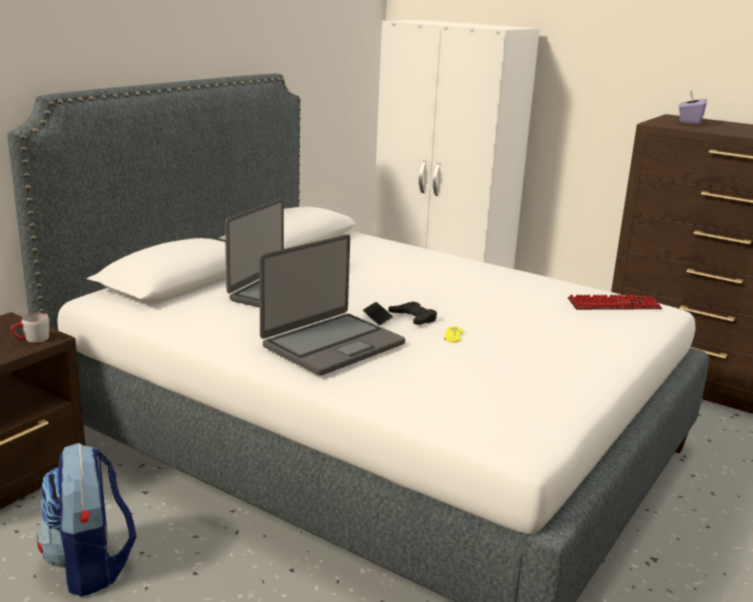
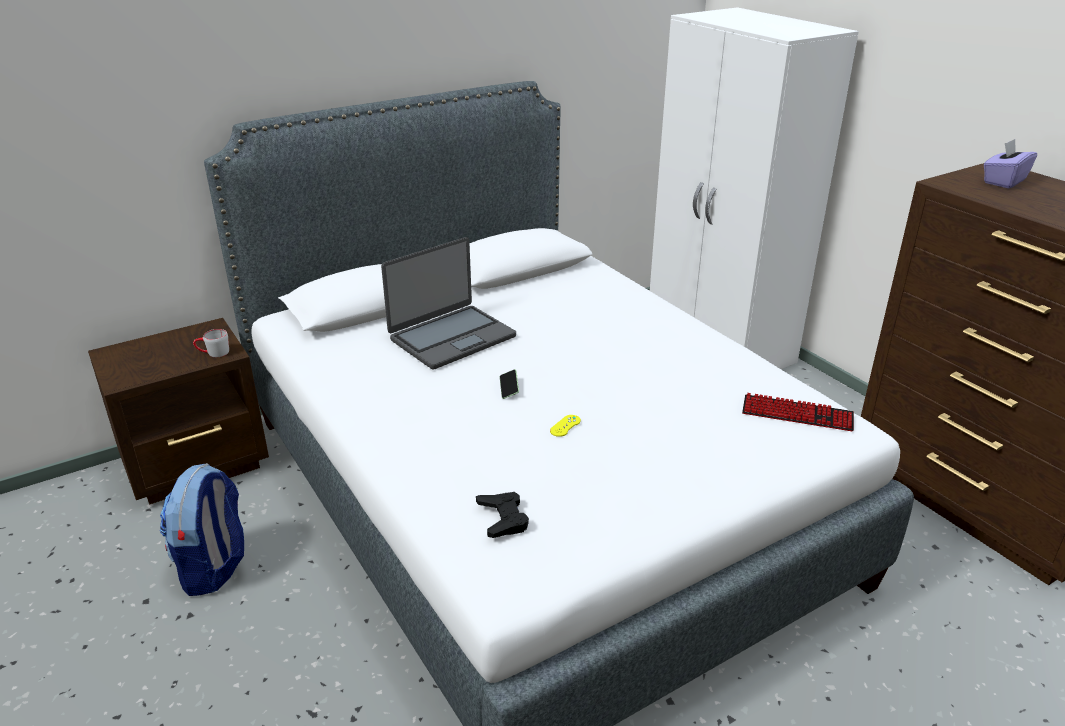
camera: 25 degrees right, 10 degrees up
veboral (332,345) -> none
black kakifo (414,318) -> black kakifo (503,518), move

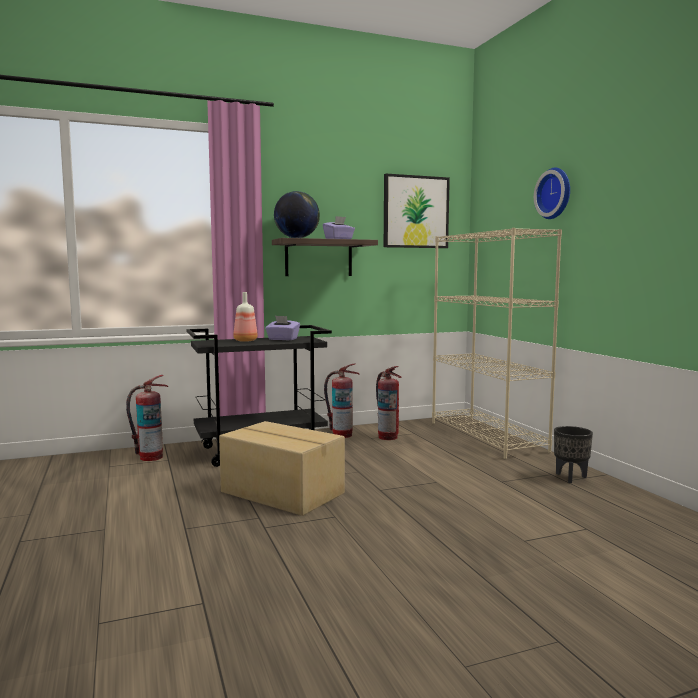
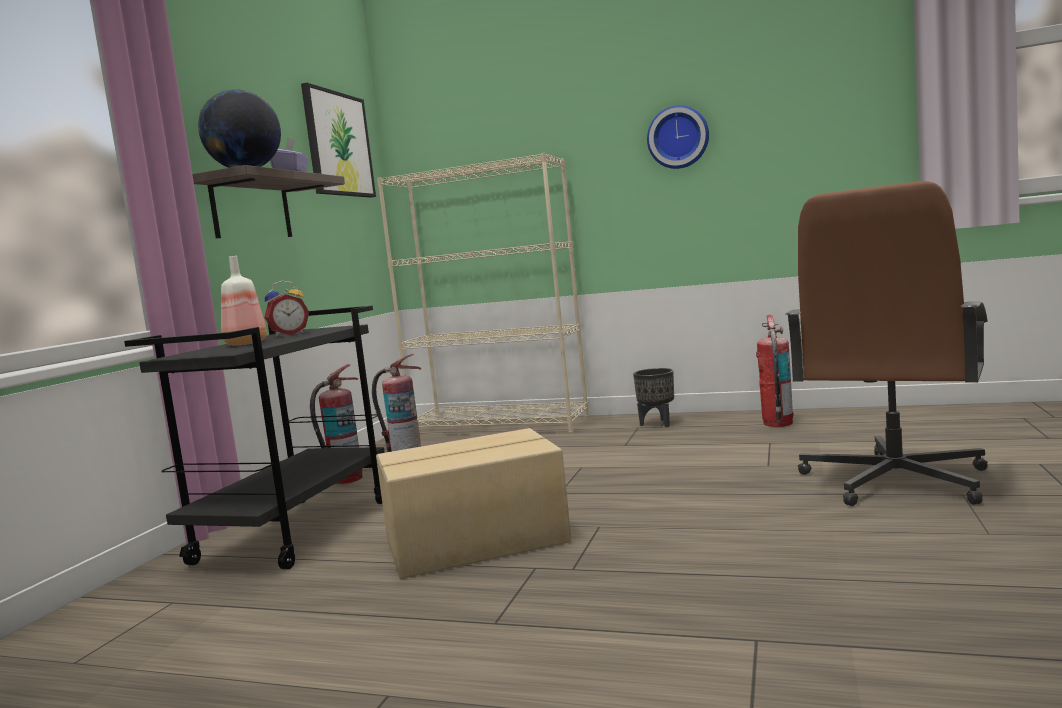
camera: 50 degrees left, 0 degrees up
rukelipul (555,193) -> rukelipul (678,137), move
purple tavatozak (282,339) -> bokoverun (288,334)
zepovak (150,457) -> zepovak (777,423), move
none -> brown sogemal (893,481)

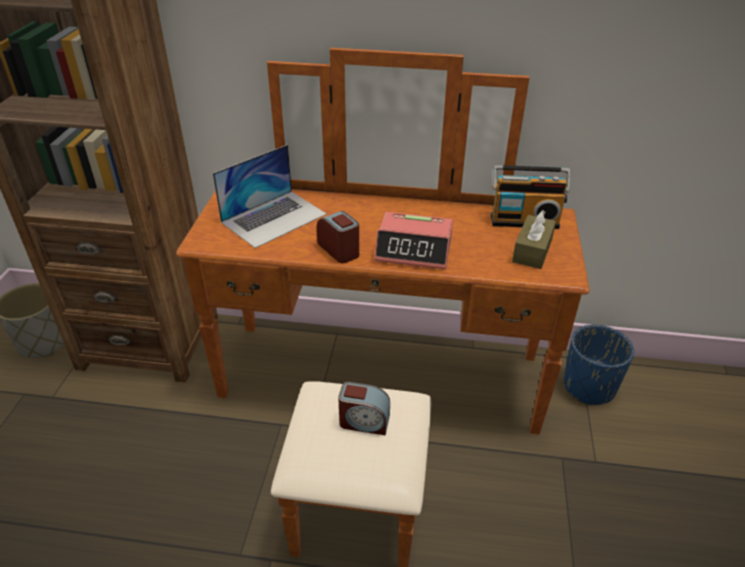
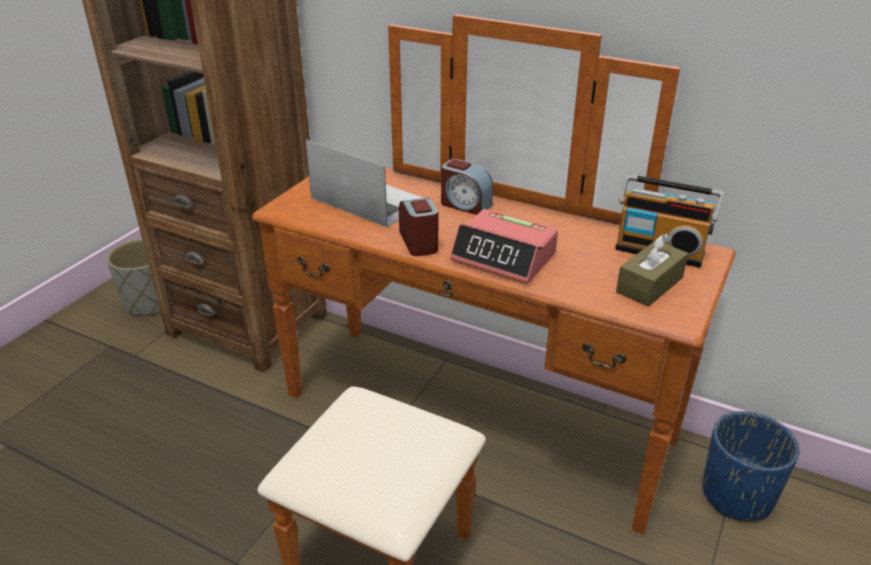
camera: 20 degrees right, 5 degrees down
veboral (274,218) -> veboral (369,199), 120 degrees counterclockwise
bokoverun (364,421) -> bokoverun (465,205), move

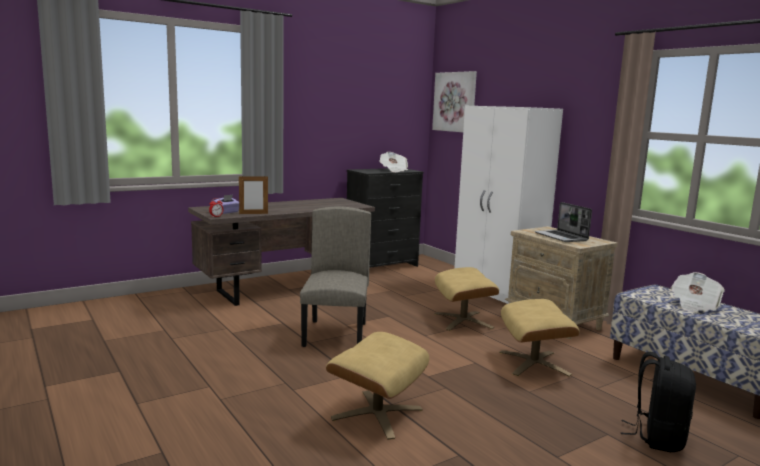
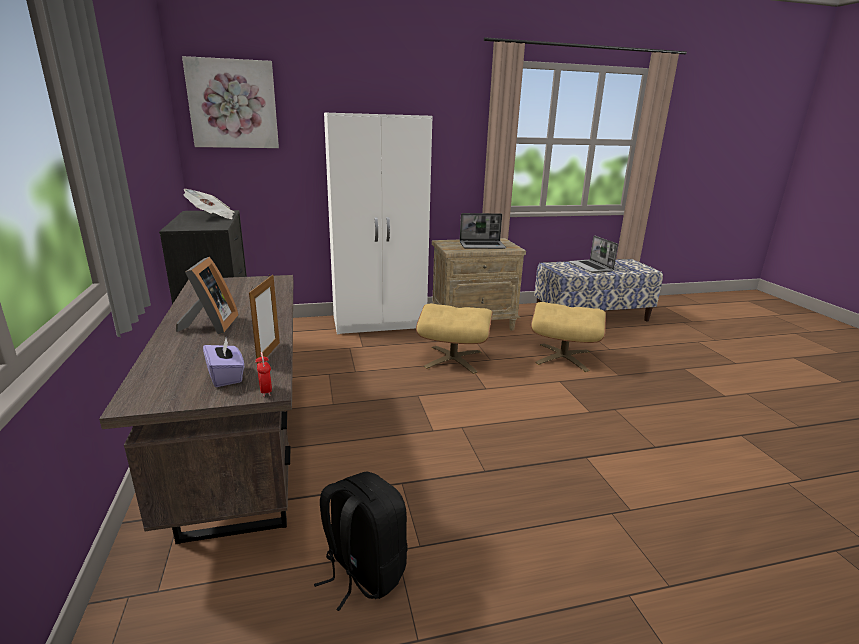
camera: 70 degrees left, 10 degrees up
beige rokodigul (336,334) -> none
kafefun (694,305) -> veboral (591,267)
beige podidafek (377,413) -> none
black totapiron (657,437) -> black totapiron (363,572), move
none -> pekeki (211,325)

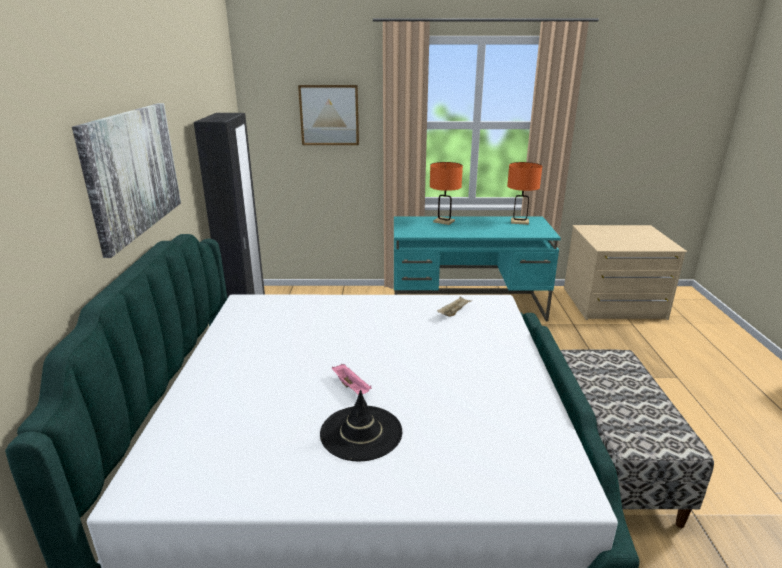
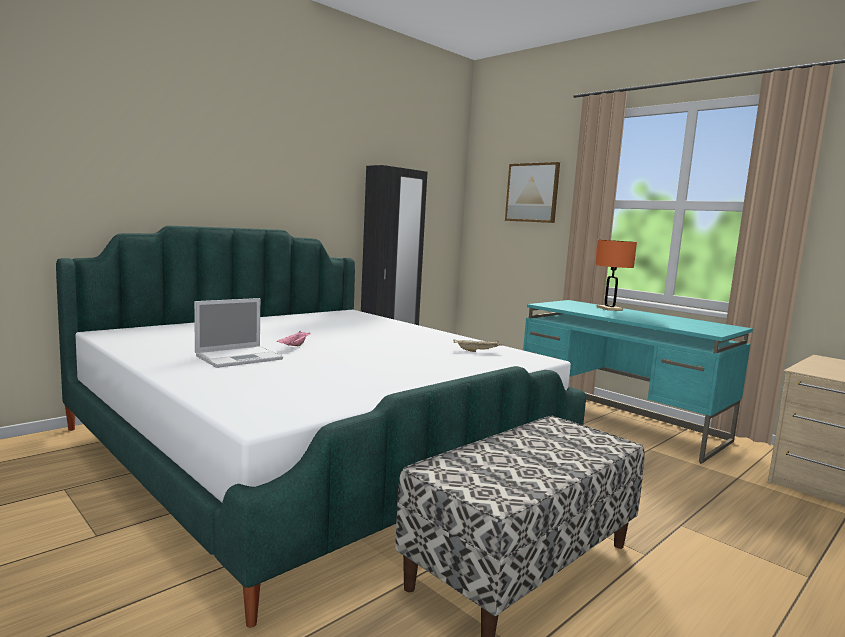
camera: 45 degrees right, 15 degrees down
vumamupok (133,172) -> none
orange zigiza (519,222) -> none
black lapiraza (361,433) -> veboral (240,357)

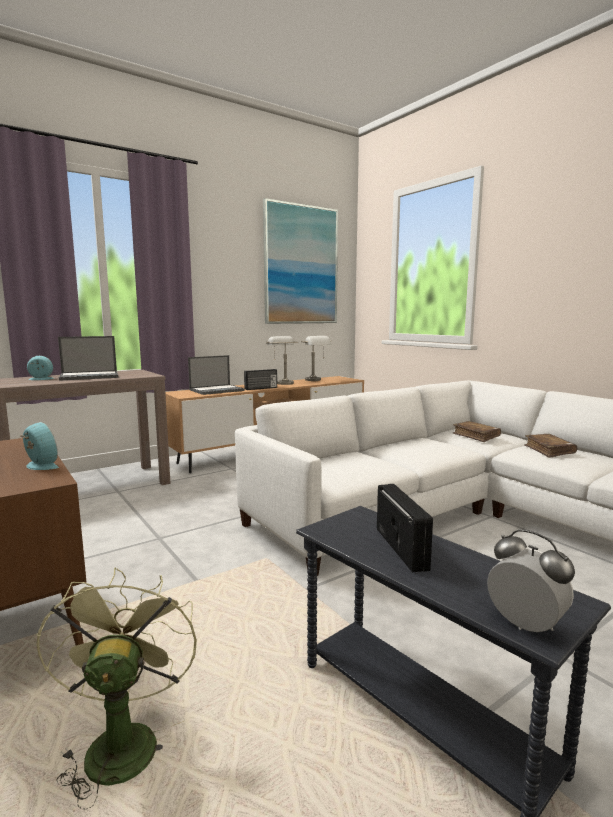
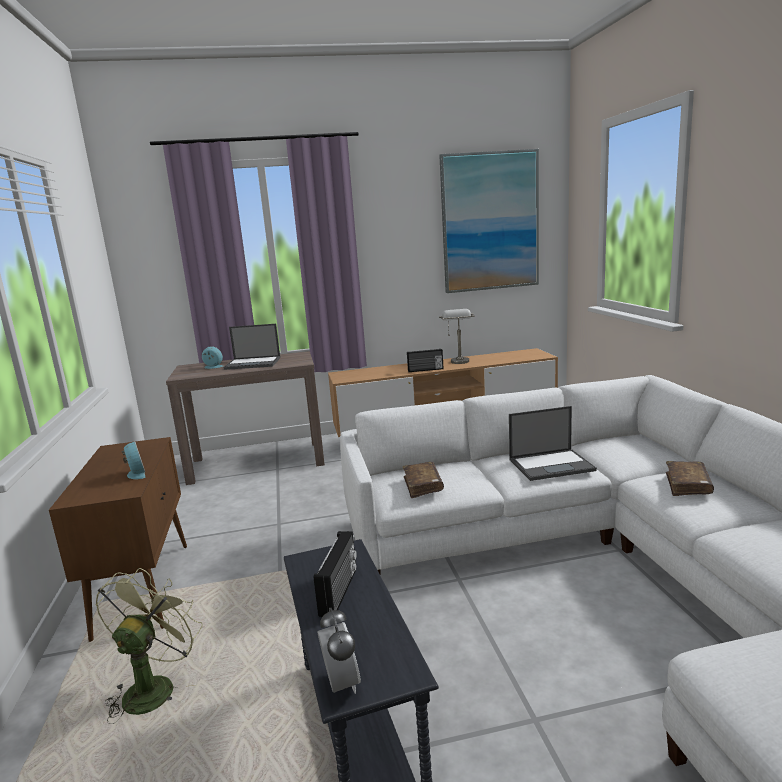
camera: 25 degrees right, 5 degrees up
grey zigiza (316,380) -> none
veboral (217,390) -> veboral (552,465), move
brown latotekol (476,436) -> brown latotekol (423,485), move

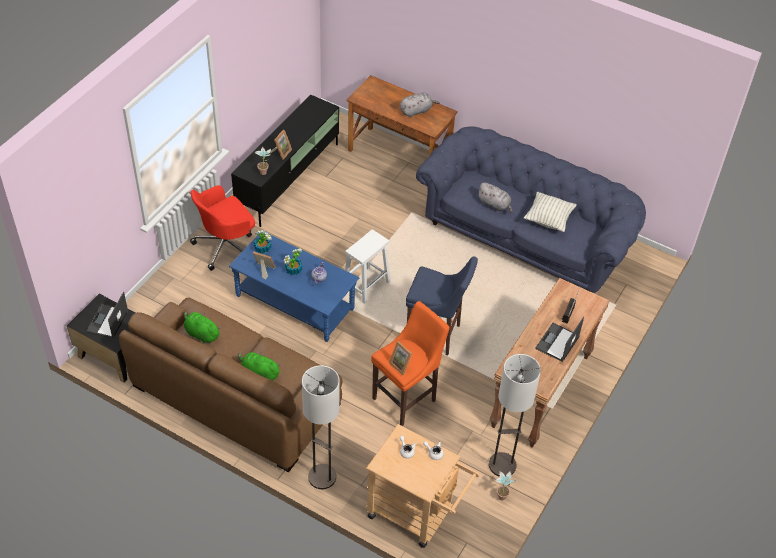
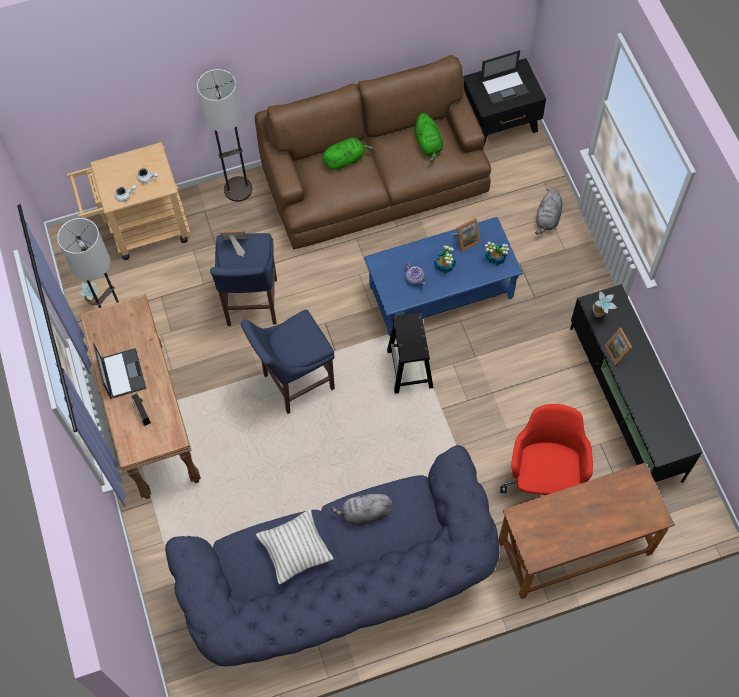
camera: 135 degrees right, 15 degrees up
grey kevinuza (417,111) -> grey kevinuza (547,218), move
red sogemal (226,246) -> red sogemal (544,479), move
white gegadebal (366,284) -> black gegadebal (410,369)
veboral (107,322) -> veboral (505,87), 105 degrees clockwise
orange gegadebal (406,398) -> blue gegadebal (251,305)
green kevinuza (201,334) -> green kevinuza (428,144), 90 degrees clockwise

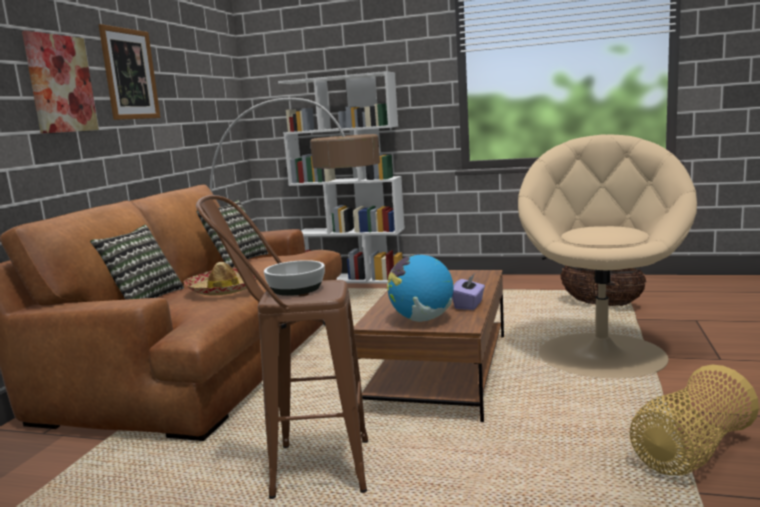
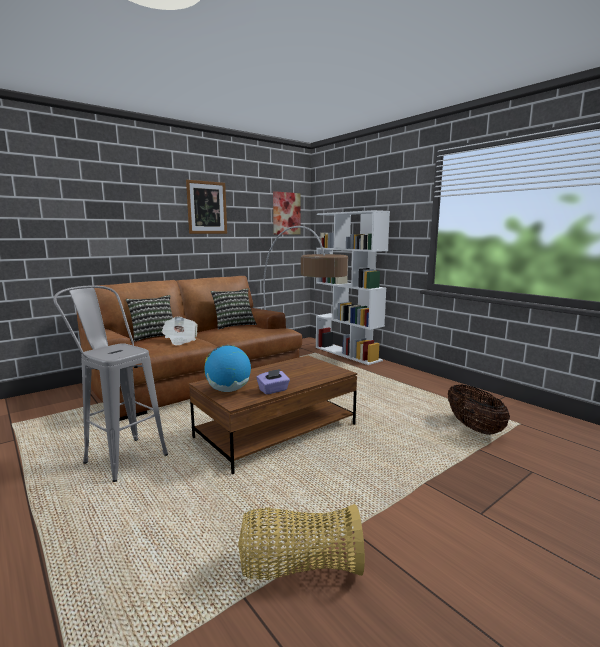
camera: 35 degrees right, 0 degrees up
vumamupok (60,84) -> vumamupok (286,213), move
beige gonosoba (602,353) -> none
brown gegadebal (302,469) -> grey gegadebal (119,455)
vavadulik (295,289) -> none
lapiraza (223,290) -> kafefun (180,340)

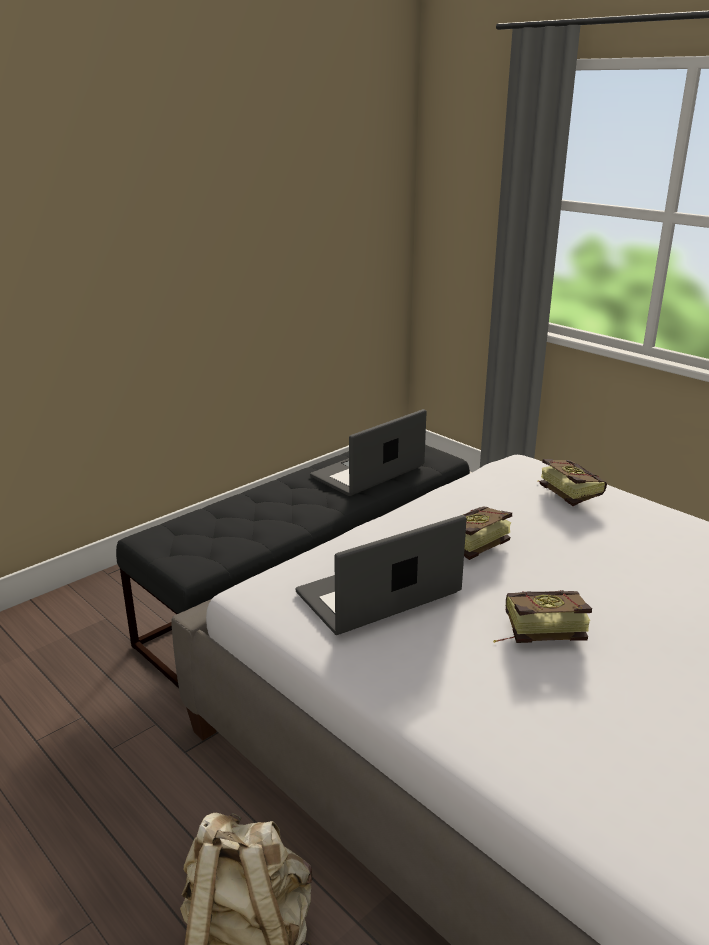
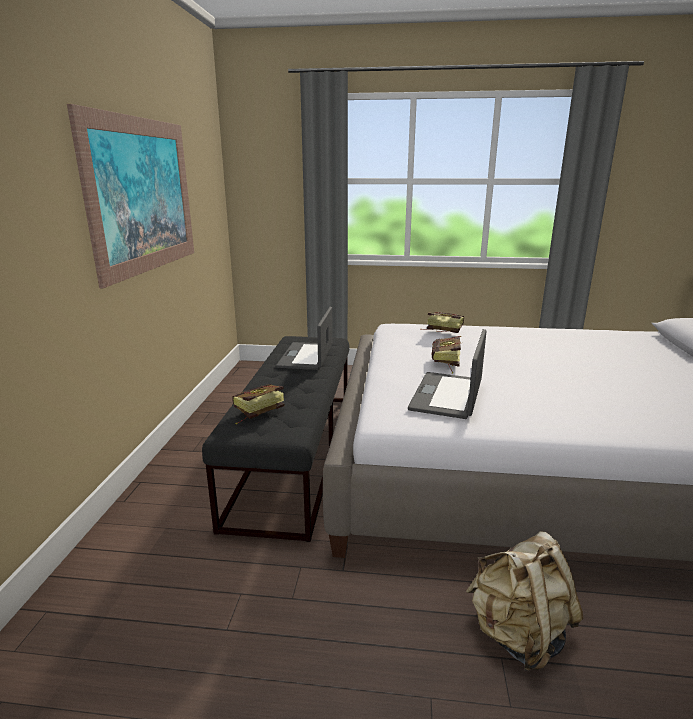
camera: 40 degrees left, 5 degrees down
latotekol (535,632) -> latotekol (255,413), move
none -> vumamupok (143,195)

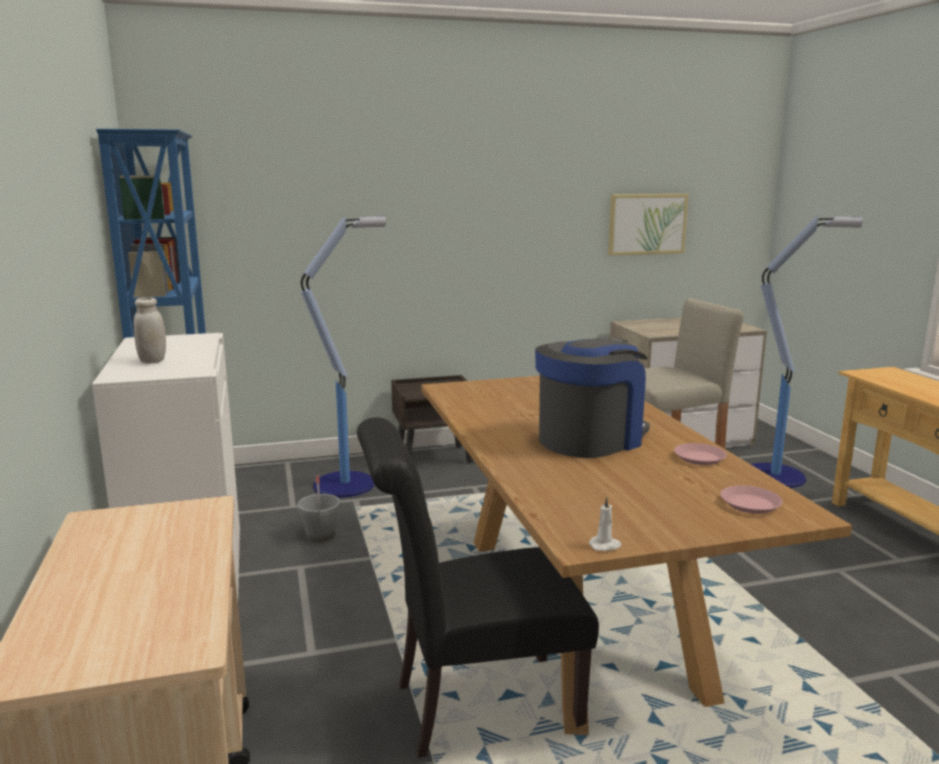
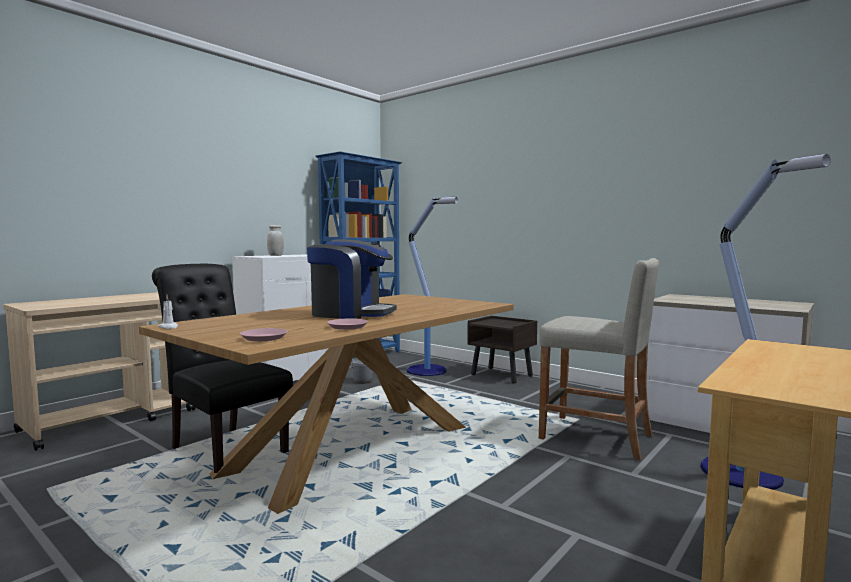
camera: 55 degrees right, 10 degrees down
vumamupok (647,224) -> none

